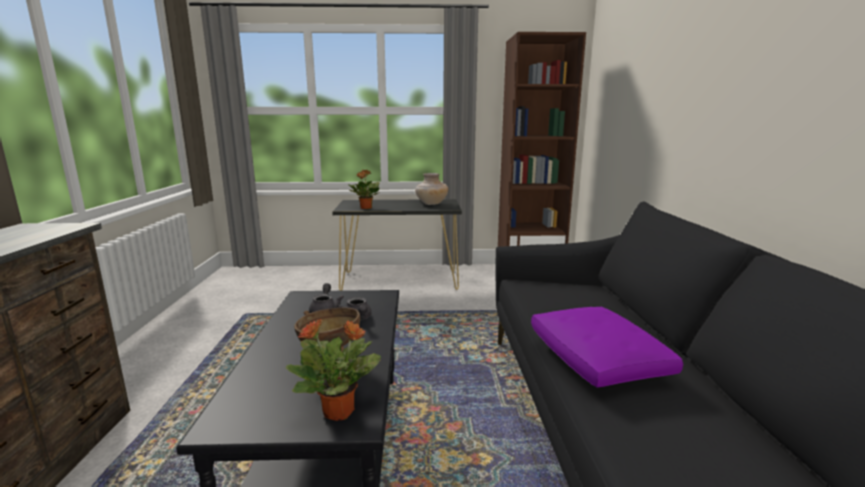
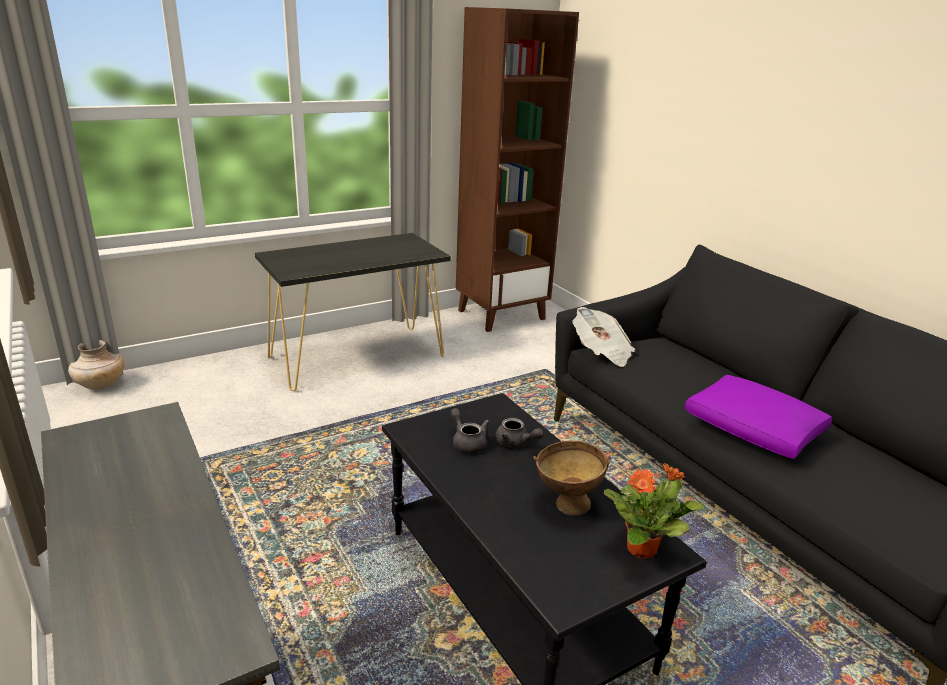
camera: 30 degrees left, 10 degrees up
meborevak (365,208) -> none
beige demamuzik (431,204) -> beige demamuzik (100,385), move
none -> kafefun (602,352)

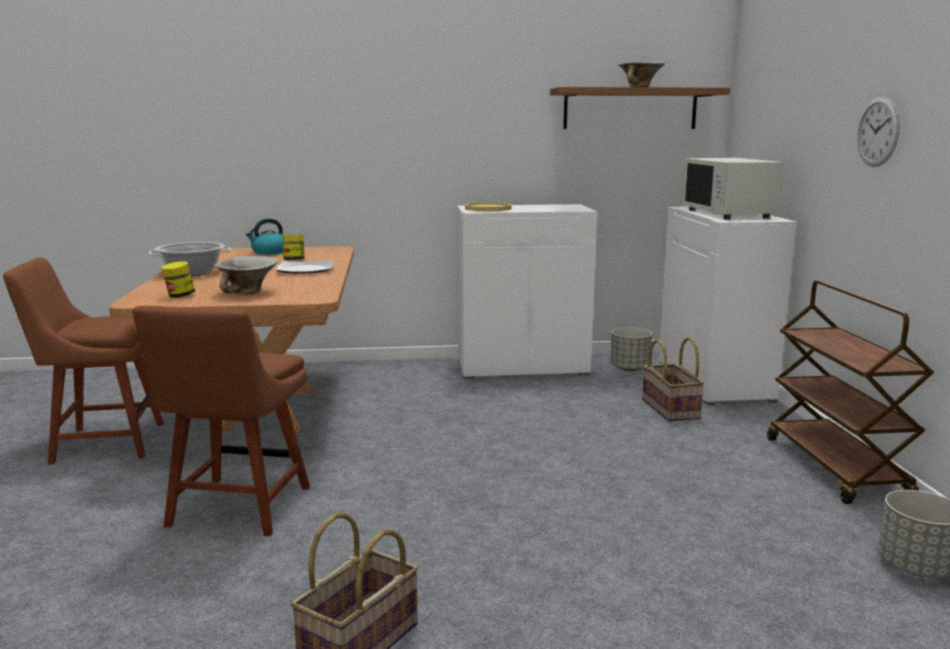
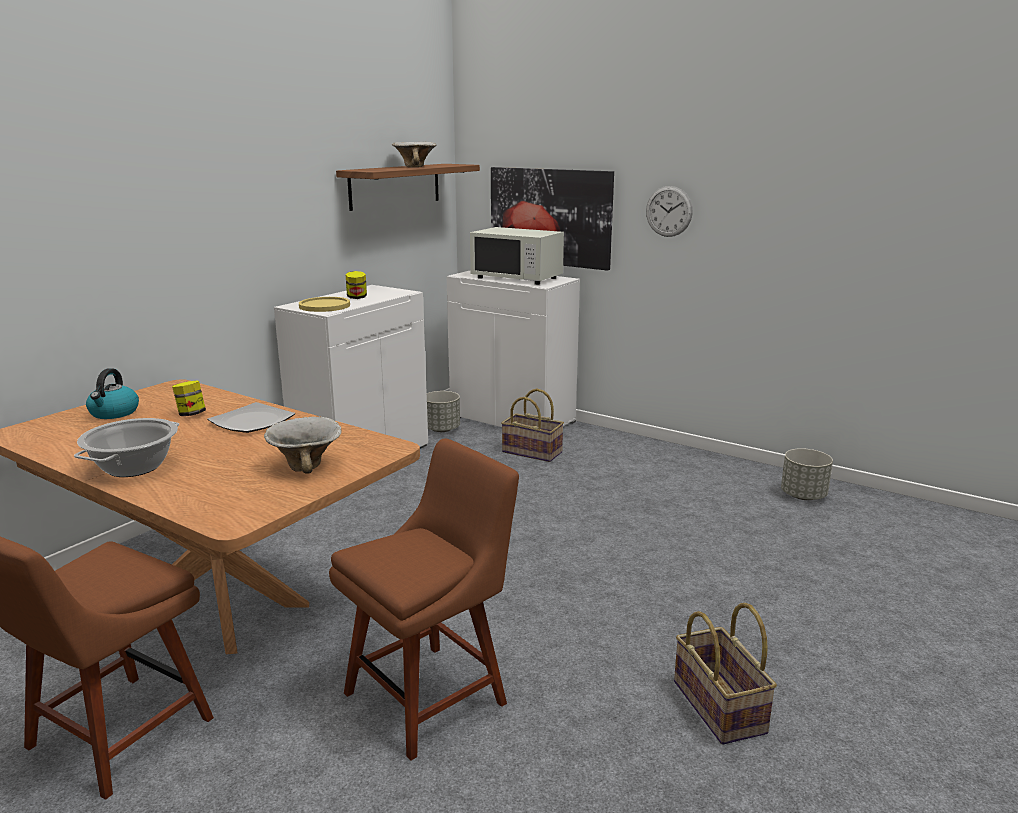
camera: 50 degrees left, 5 degrees up
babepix (179,296) -> babepix (357,297), move
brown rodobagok (836,468) -> none
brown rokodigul (236,509) -> brown rokodigul (432,694), 90 degrees counterclockwise
none -> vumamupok (550,217)

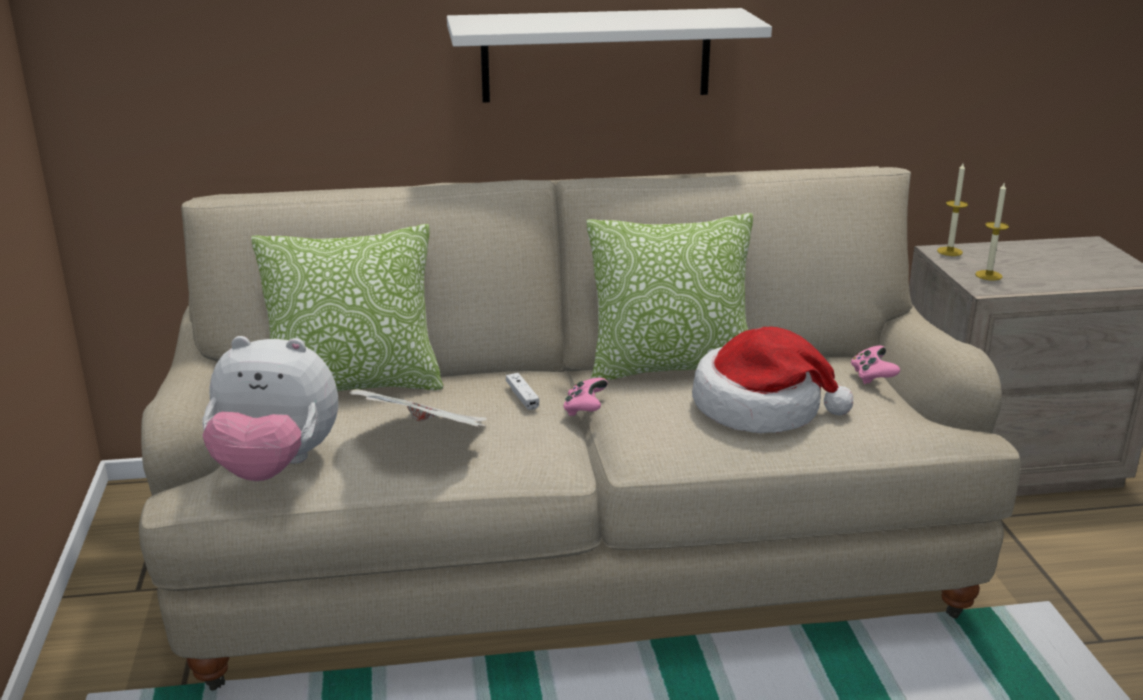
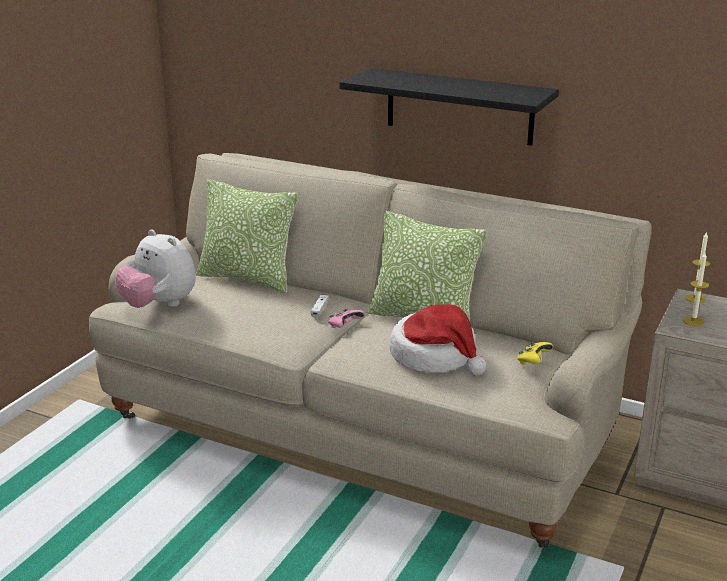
camera: 35 degrees right, 0 degrees up
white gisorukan (596,55) -> black gisorukan (459,106)
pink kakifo (872,377) -> yellow kakifo (533,362)
kafefun (427,441) -> none

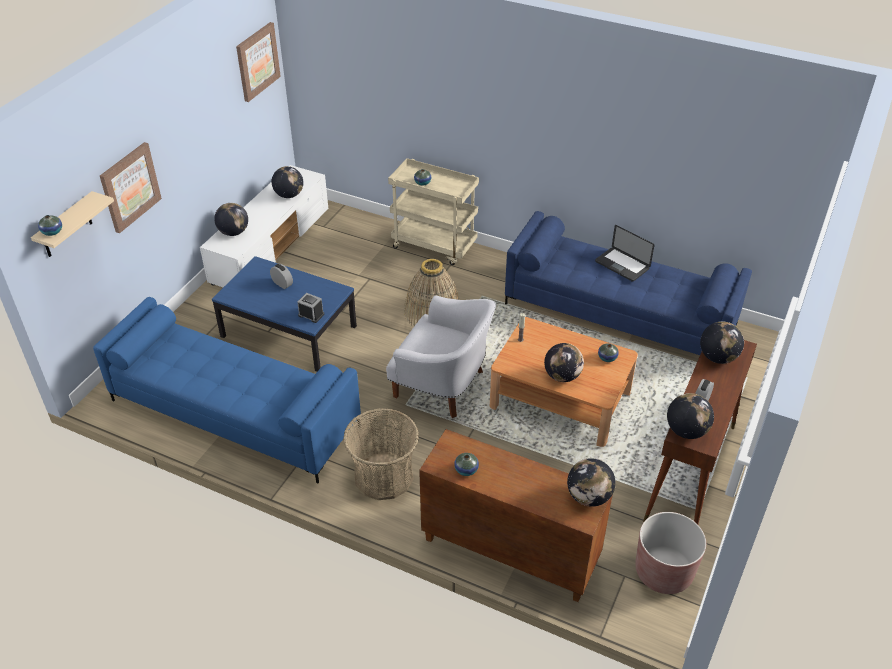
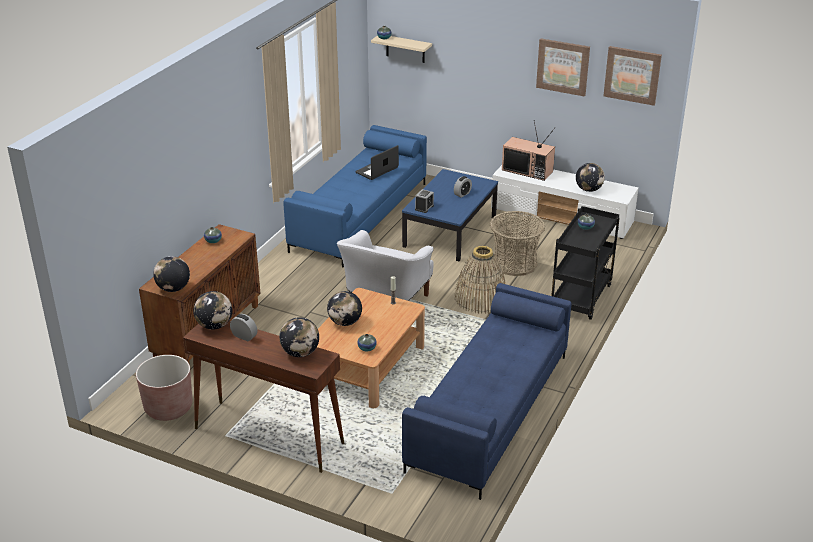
camera: 90 degrees right, 10 degrees down
vumamupok (129,187) -> vumamupok (563,66), move
beige rodobagok (435,246) -> black rodobagok (581,299)
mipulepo (233,232) -> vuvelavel (528,170)
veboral (622,265) -> veboral (377,170), move
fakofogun (384,476) -> fakofogun (515,264), move

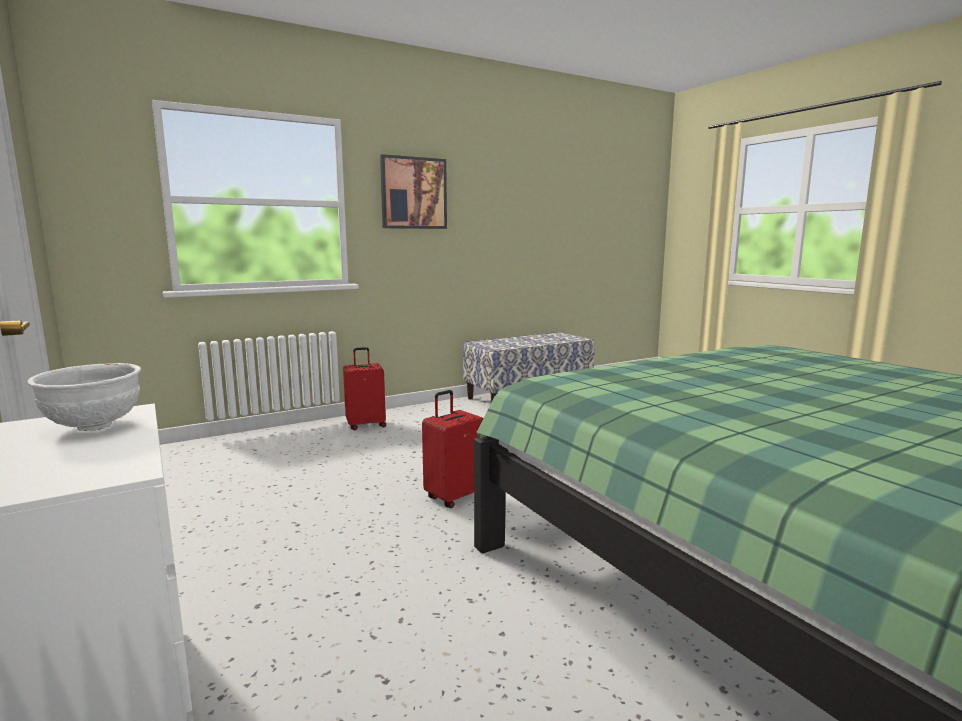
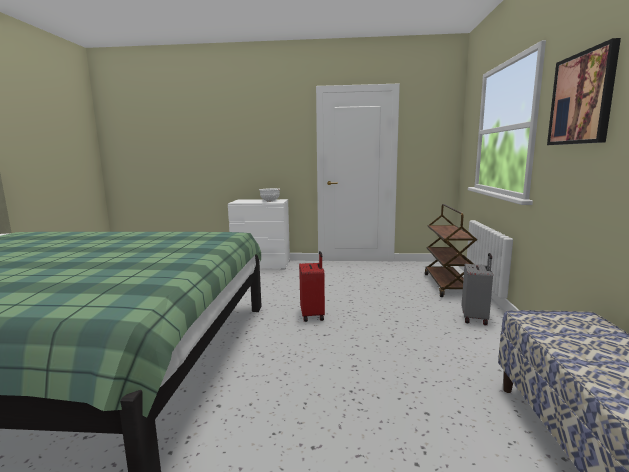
camera: 125 degrees right, 0 degrees up
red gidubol (366,425) -> grey gidubol (475,318)
none -> brown rodobagok (447,285)

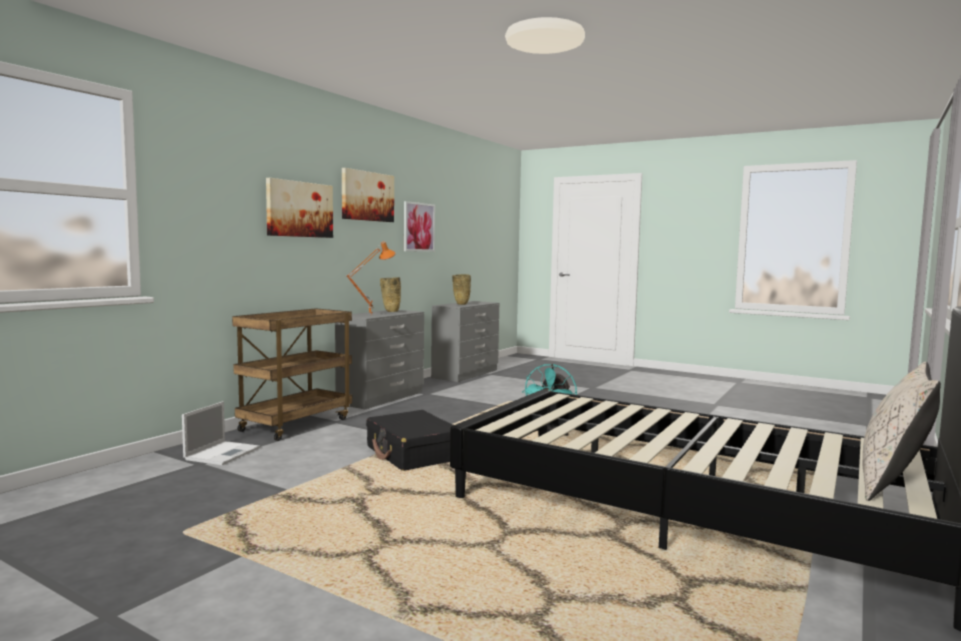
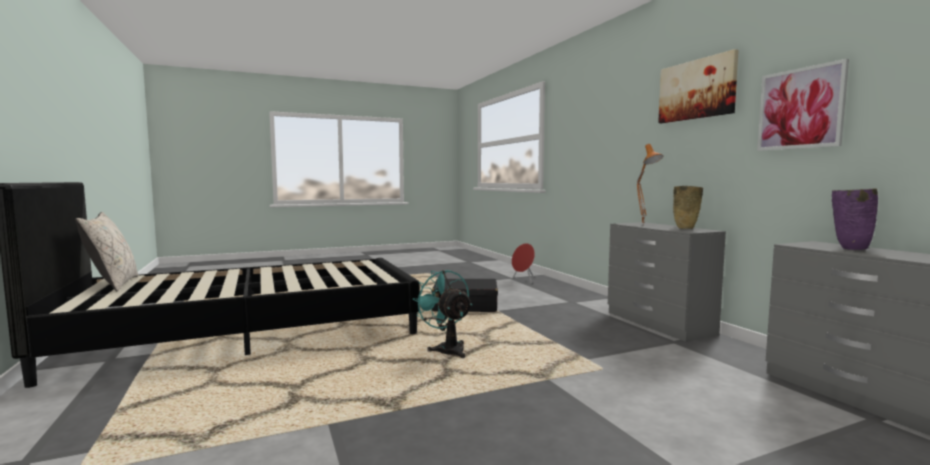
camera: 125 degrees right, 0 degrees up
vumamupok (299,209) -> none
beige demamuzik (461,304) -> purple demamuzik (850,248)
brown rodobagok (296,424) -> none
veboral (223,453) -> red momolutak (523,281)

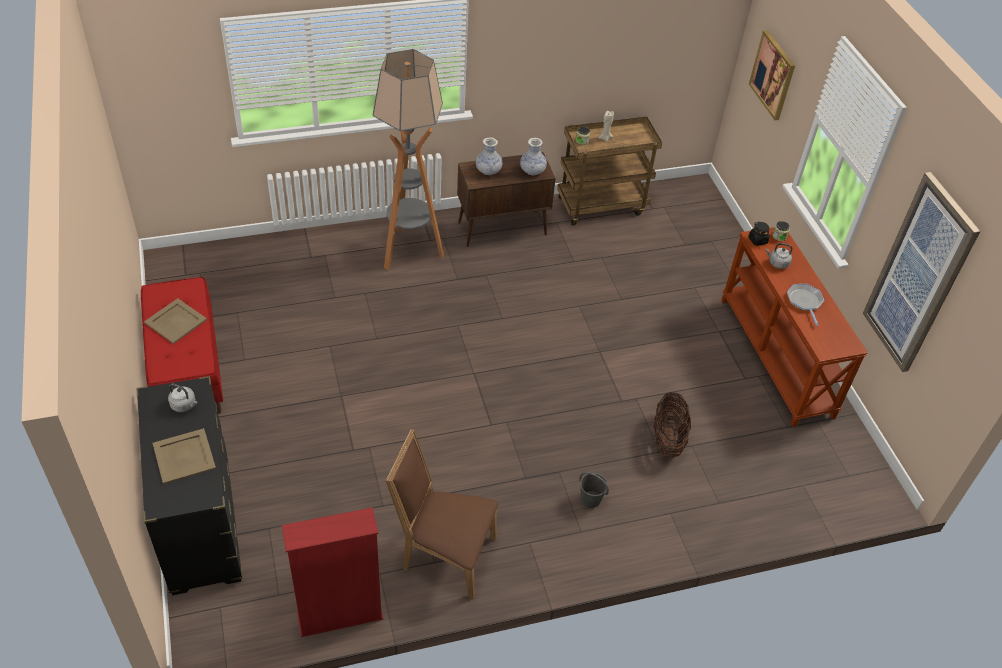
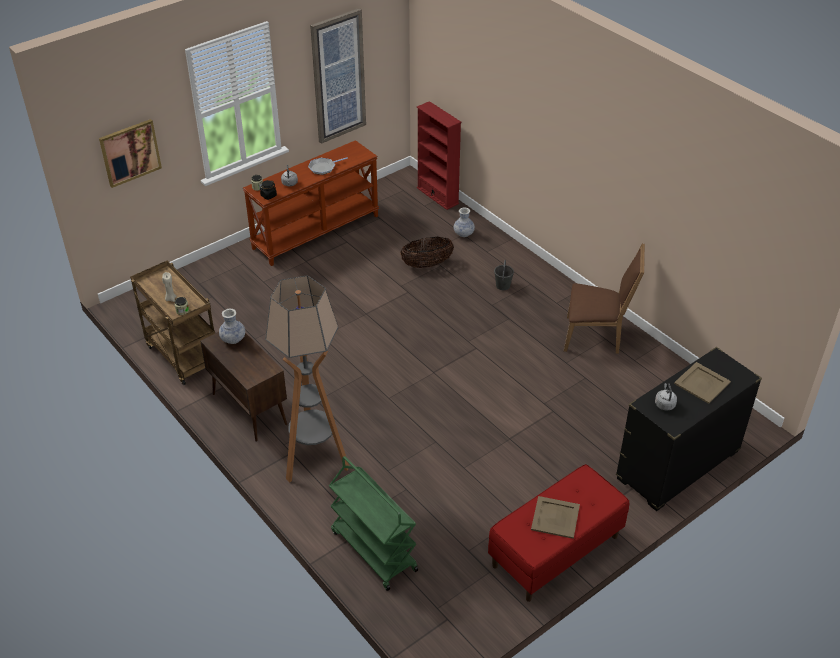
camera: 110 degrees left, 5 degrees down
demamuzik (488,170) -> demamuzik (463,233), move
brown rokodigul (444,554) -> brown rokodigul (596,336), 75 degrees counterclockwise
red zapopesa (340,616) -> red zapopesa (437,196), move
none -> green rodobagok (373,550)

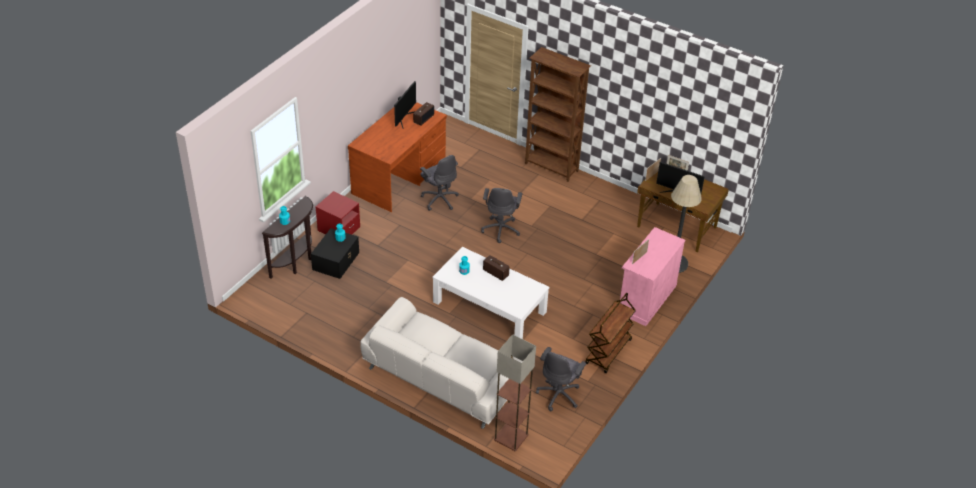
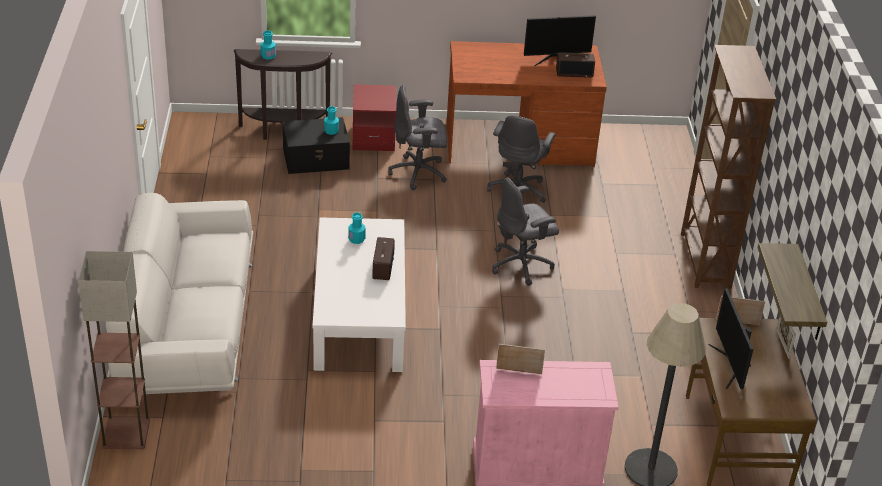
camera: 55 degrees right, 5 degrees down
brown rodobagok (608,352) -> none
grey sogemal (559,395) -> grey sogemal (419,173), move
none -> gisorukan (808,294)

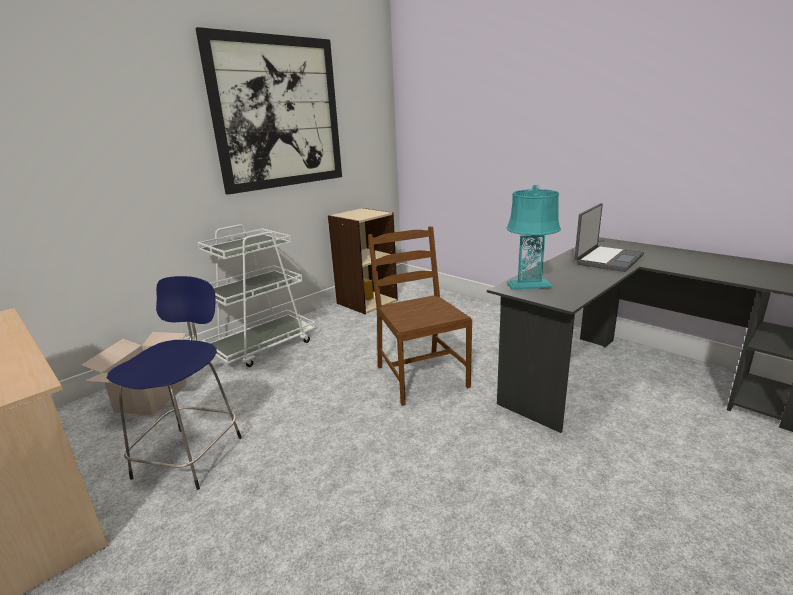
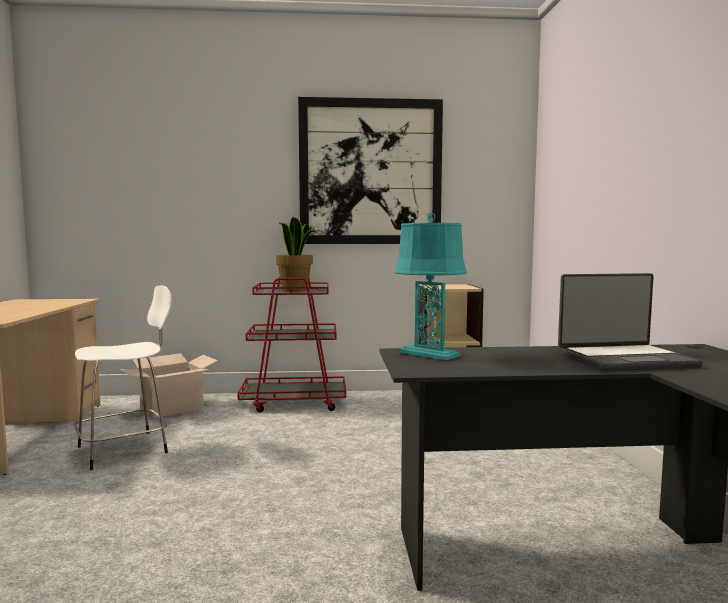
camera: 40 degrees right, 15 degrees down
white rodobagok (263,346) -> red rodobagok (294,402)
brown rokodigul (420,376) -> none
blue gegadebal (191,454) -> white gegadebal (126,449)
none -> meborevak (295,290)

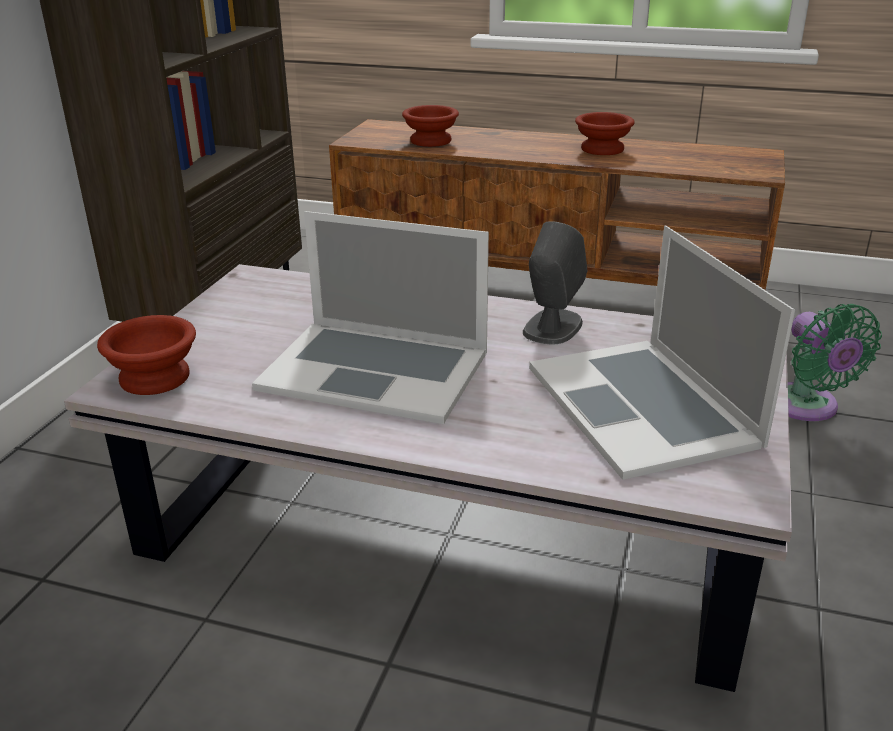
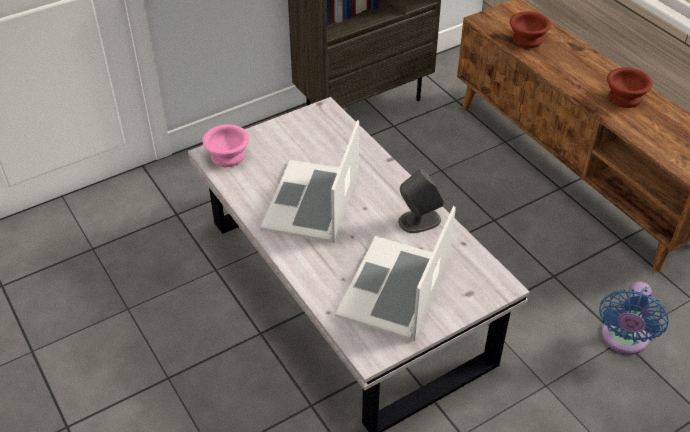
camera: 40 degrees right, 15 degrees up
veboral (375,370) -> veboral (312,201), 45 degrees clockwise
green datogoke (806,407) -> blue datogoke (623,339)
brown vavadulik (152,377) -> pink vavadulik (227,155)

